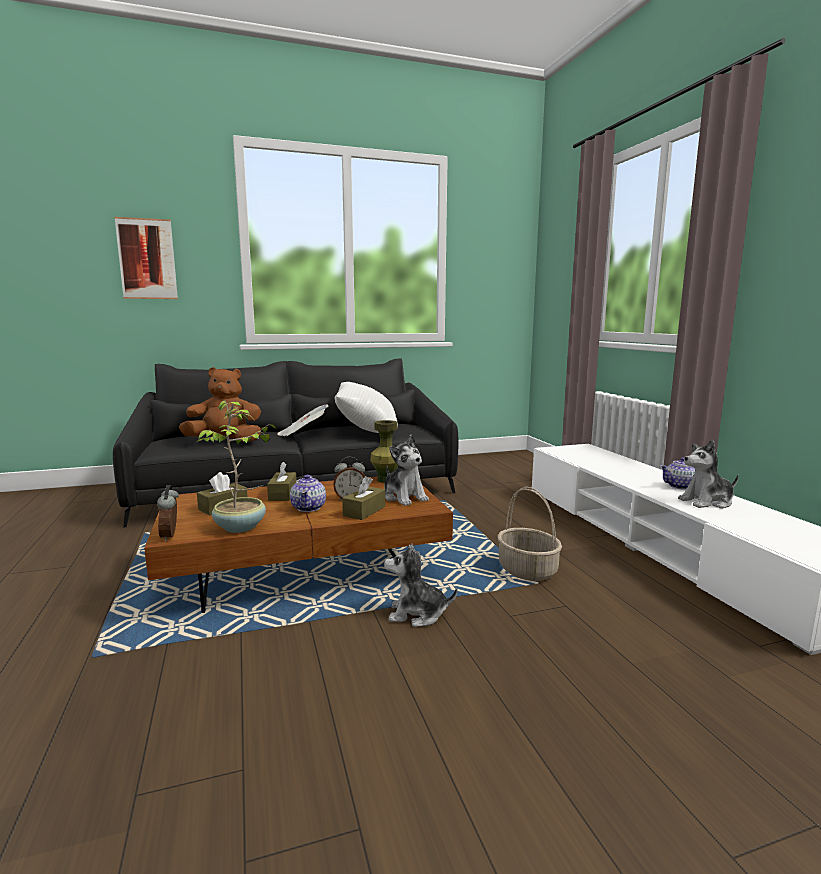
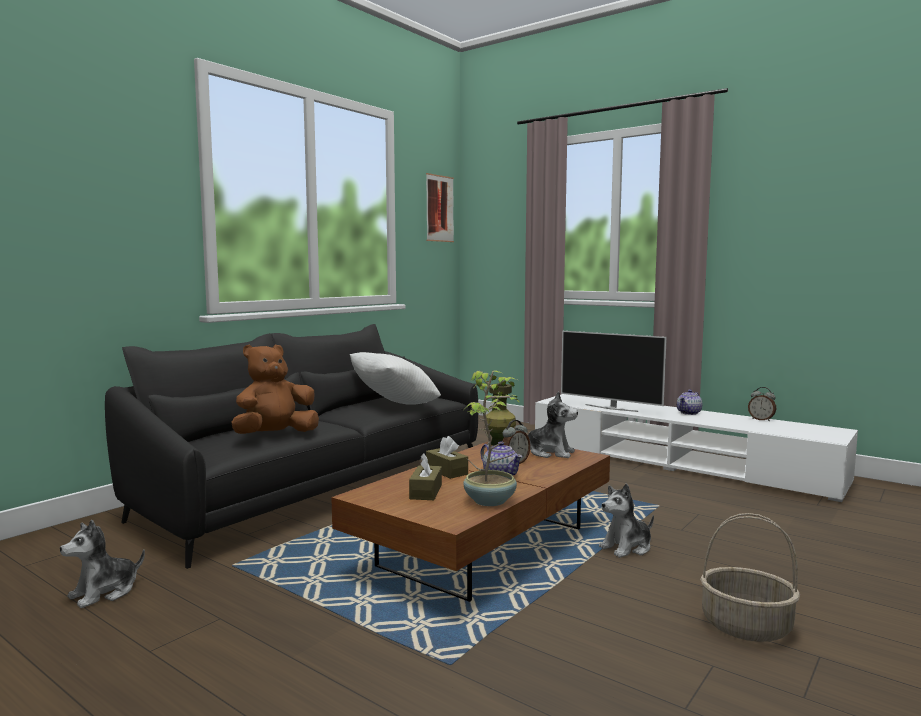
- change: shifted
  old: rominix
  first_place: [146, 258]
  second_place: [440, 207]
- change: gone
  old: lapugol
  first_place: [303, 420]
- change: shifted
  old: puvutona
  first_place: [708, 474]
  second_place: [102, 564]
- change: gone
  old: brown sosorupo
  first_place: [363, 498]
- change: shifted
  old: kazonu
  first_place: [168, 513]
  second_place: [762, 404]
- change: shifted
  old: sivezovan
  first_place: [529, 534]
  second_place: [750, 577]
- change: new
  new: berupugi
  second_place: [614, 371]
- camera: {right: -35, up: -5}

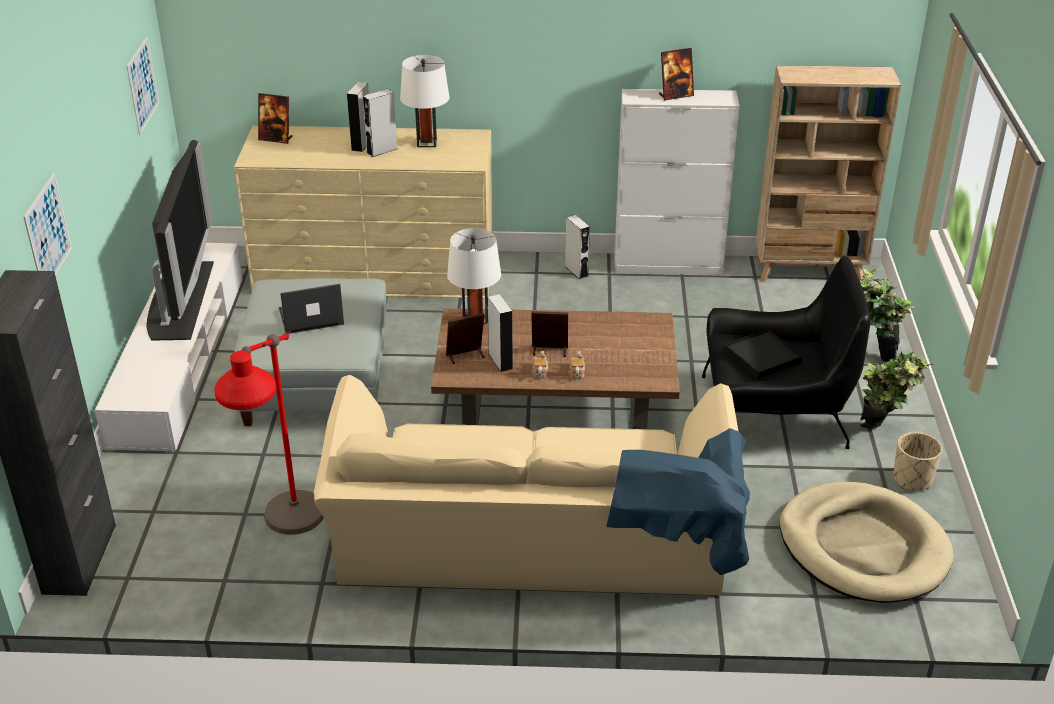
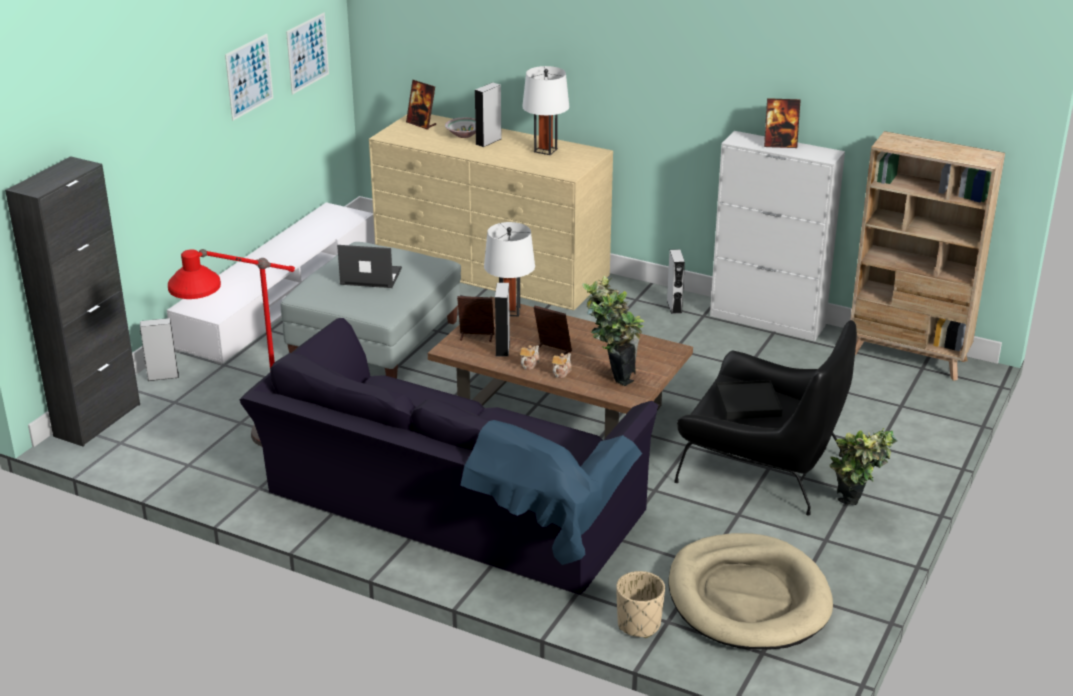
- change: shifted
  old: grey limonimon
  first_place: [380, 123]
  second_place: [159, 349]
- change: gone
  old: berupugi
  first_place: [180, 240]
- change: shifted
  old: rominix
  first_place: [48, 224]
  second_place: [249, 77]
- change: shifted
  old: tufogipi
  first_place: [887, 315]
  second_place: [613, 330]
- change: repainted
  old: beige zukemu
  new: black zukemu
  first_place: [532, 485]
  second_place: [448, 456]
- change: shifted
  old: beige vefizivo
  first_place: [917, 461]
  second_place: [640, 604]
- change: new
  new: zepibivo
  second_place: [460, 128]
- camera: {right: 25, up: -5}

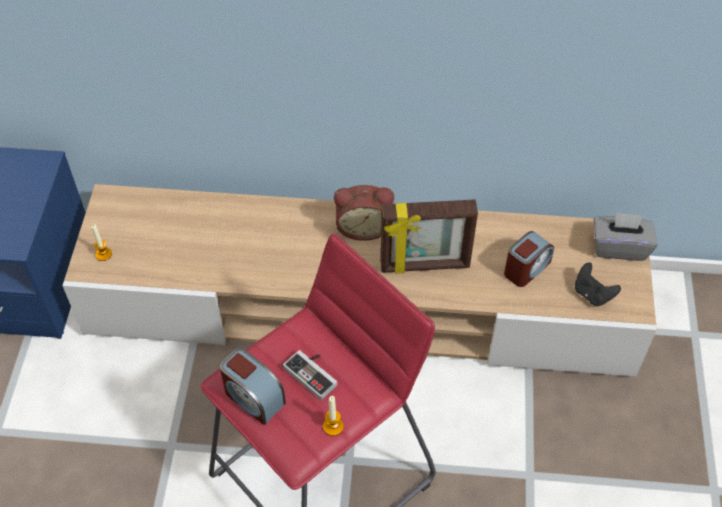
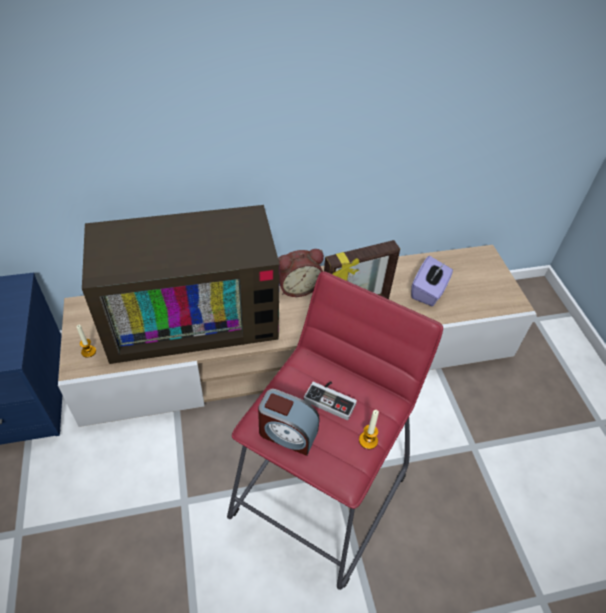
- change: gone
  old: grey sosorupo
  first_place: [626, 236]
- change: swapped
  old: kazonu
  new: purple sosorupo
  first_place: [529, 259]
  second_place: [432, 281]
- change: gone
  old: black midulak
  first_place: [598, 284]
- change: new
  new: berupugi
  second_place: [181, 284]
- camera: {right: -20, up: -5}

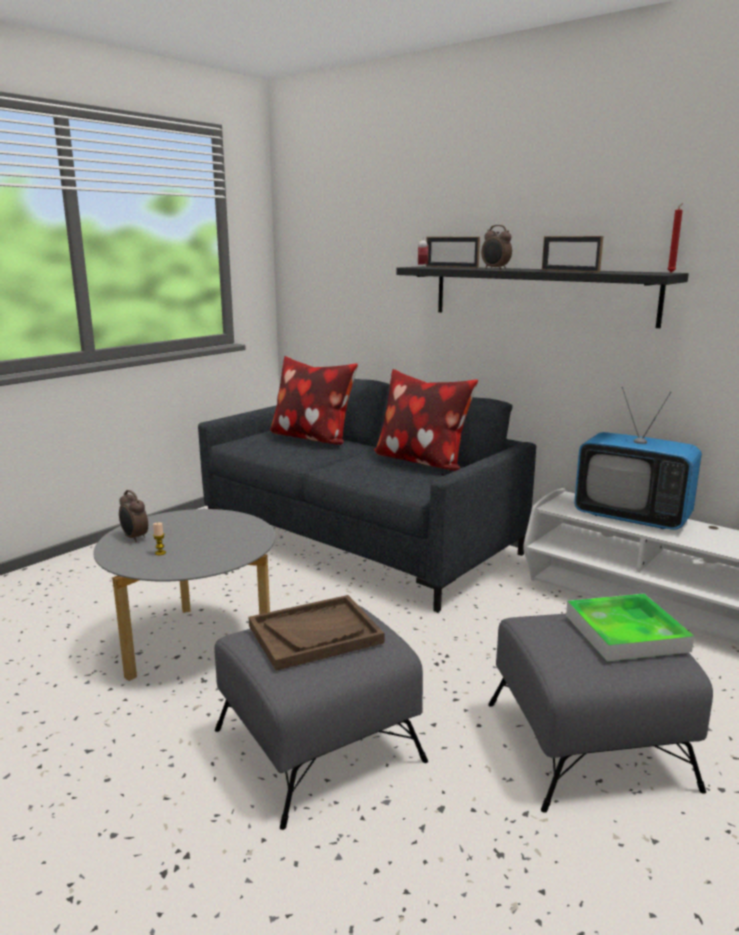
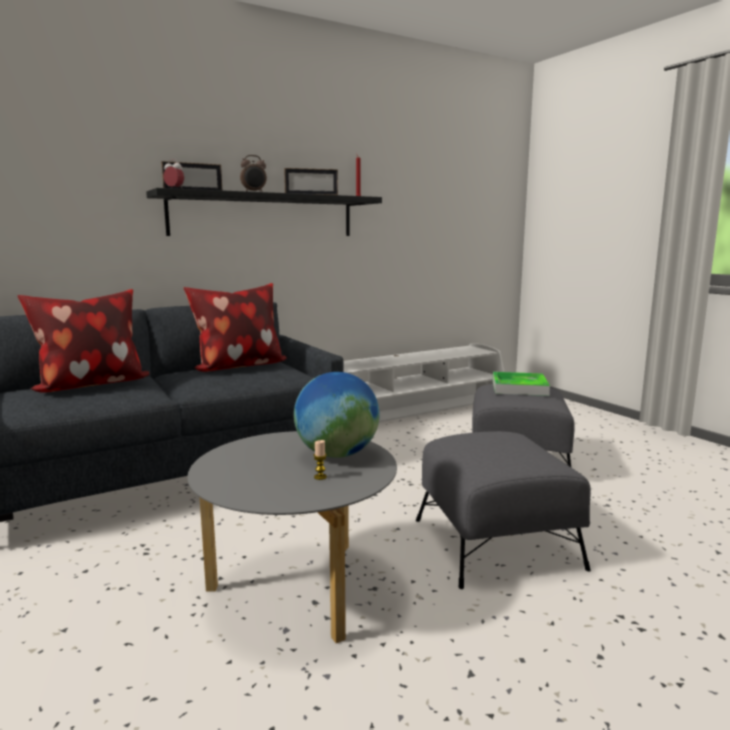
- change: gone
  old: berupugi
  first_place: [638, 458]
- change: gone
  old: kazonu
  first_place: [133, 516]
- change: gone
  old: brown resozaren
  first_place: [316, 633]
- change: new
  new: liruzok
  second_place: [337, 415]
- camera: {right: -70, up: -5}

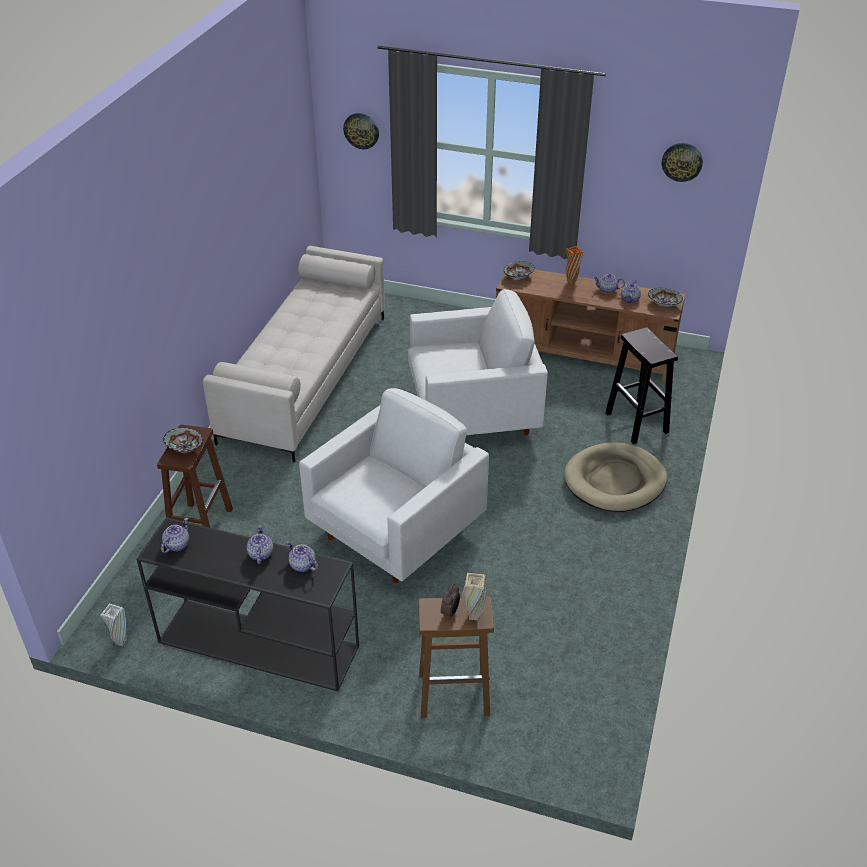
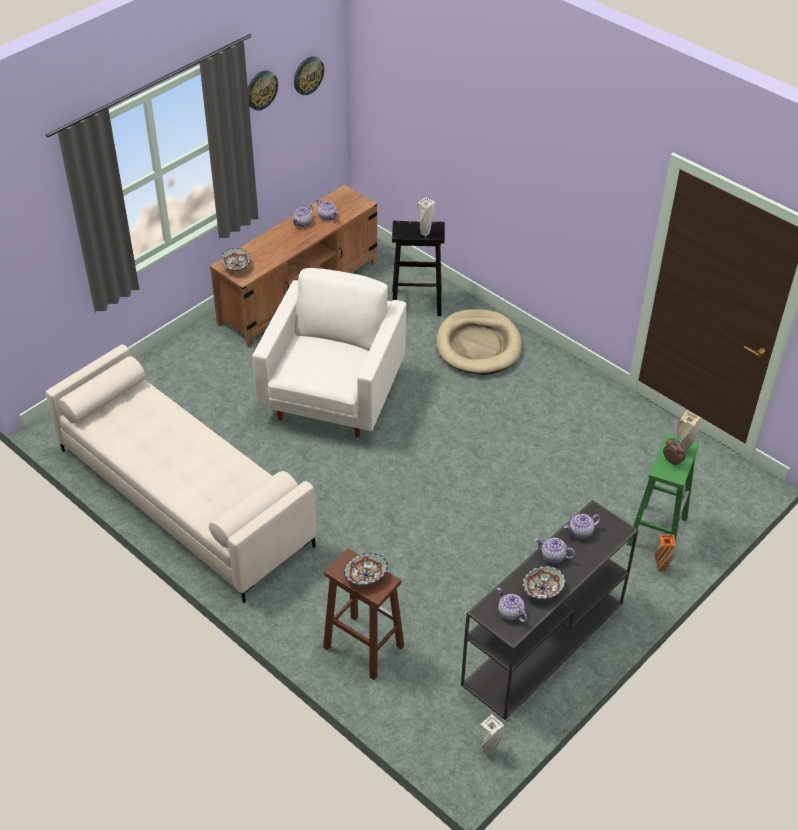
- change: shifted
  old: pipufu
  first_place: [361, 131]
  second_place: [263, 90]
- change: shifted
  old: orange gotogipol
  first_place: [574, 265]
  second_place: [665, 553]
- change: shifted
  old: zepibivo
  first_place: [665, 297]
  second_place: [544, 582]
- change: gone
  old: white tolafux
  first_place: [394, 485]
- change: repainted
  old: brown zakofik
  new: green zakofik
  first_place: [456, 657]
  second_place: [663, 497]
- change: new
  new: white gotogipol
  second_place: [426, 216]
- camera: {right: -65, up: 5}

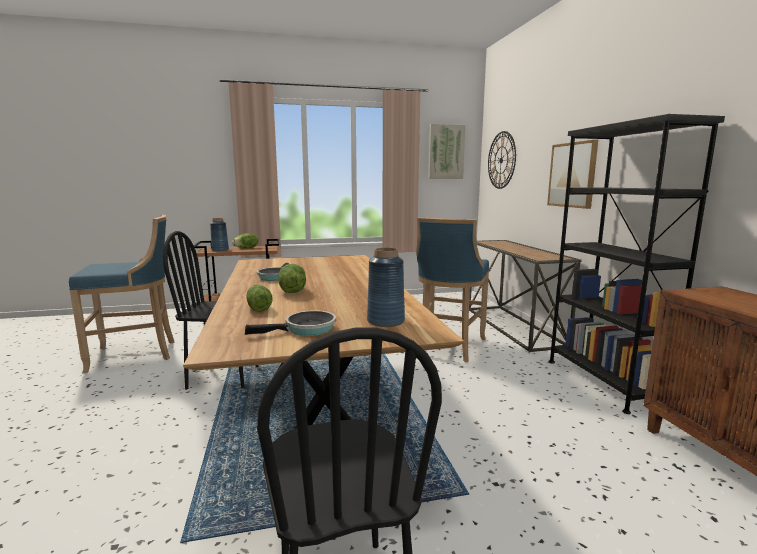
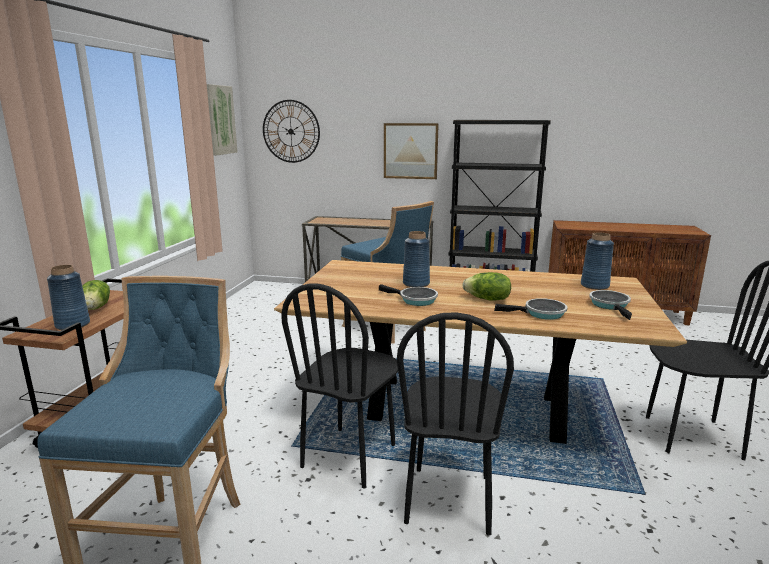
- change: swapped
  old: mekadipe
  new: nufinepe
  first_place: [259, 298]
  second_place: [530, 309]
- change: new
  new: blue gotogipol
  second_place: [416, 259]
- change: new
  new: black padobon
  second_place: [455, 424]
- camera: {right: -65, up: 5}

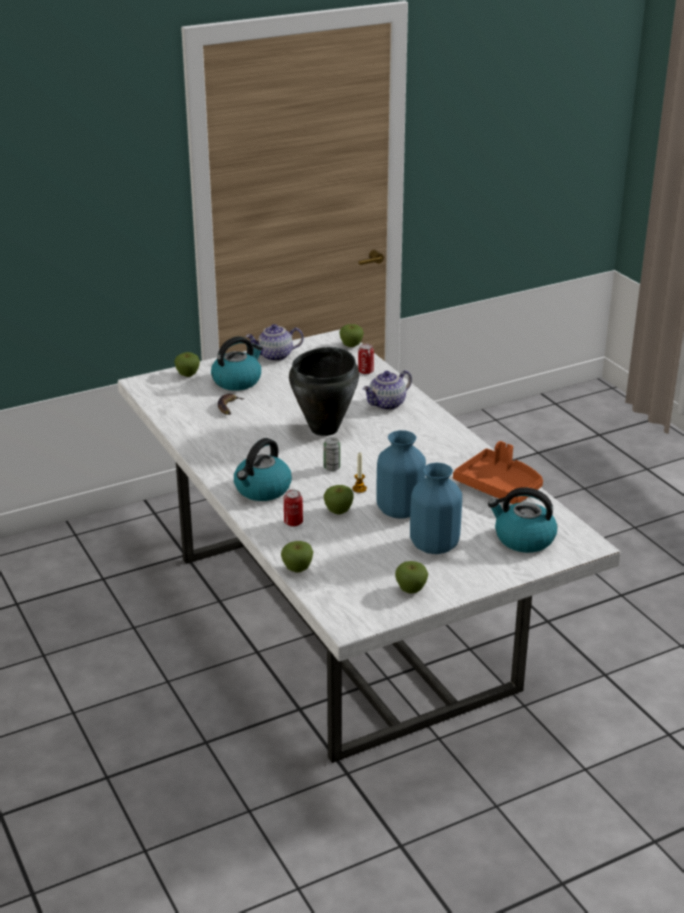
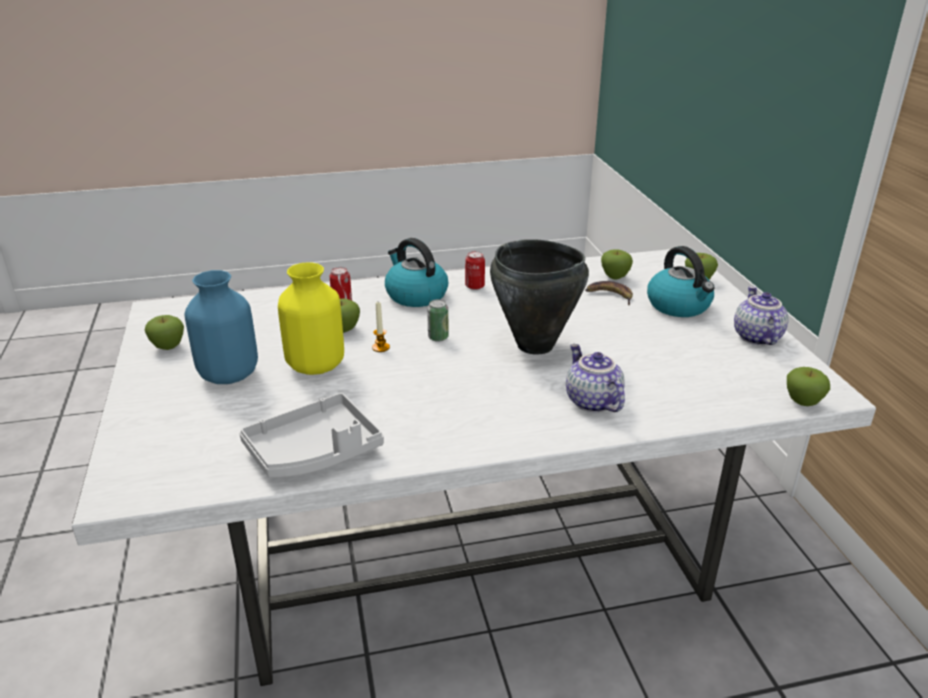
- change: shifted
  old: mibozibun
  first_place: [366, 359]
  second_place: [475, 270]
- change: repainted
  old: blue gotogipol
  new: yellow gotogipol
  first_place: [401, 474]
  second_place: [311, 318]
- change: repainted
  old: orange resozaren
  new: grey resozaren
  first_place: [498, 472]
  second_place: [311, 435]
- change: gone
  old: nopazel
  first_place: [522, 520]
- change: shifted
  old: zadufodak
  first_place: [297, 557]
  second_place: [617, 264]
- camera: {right: 105, up: 0}

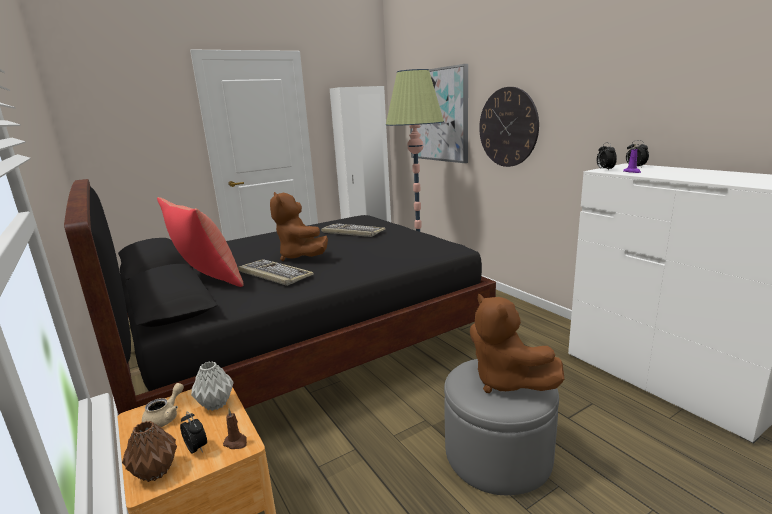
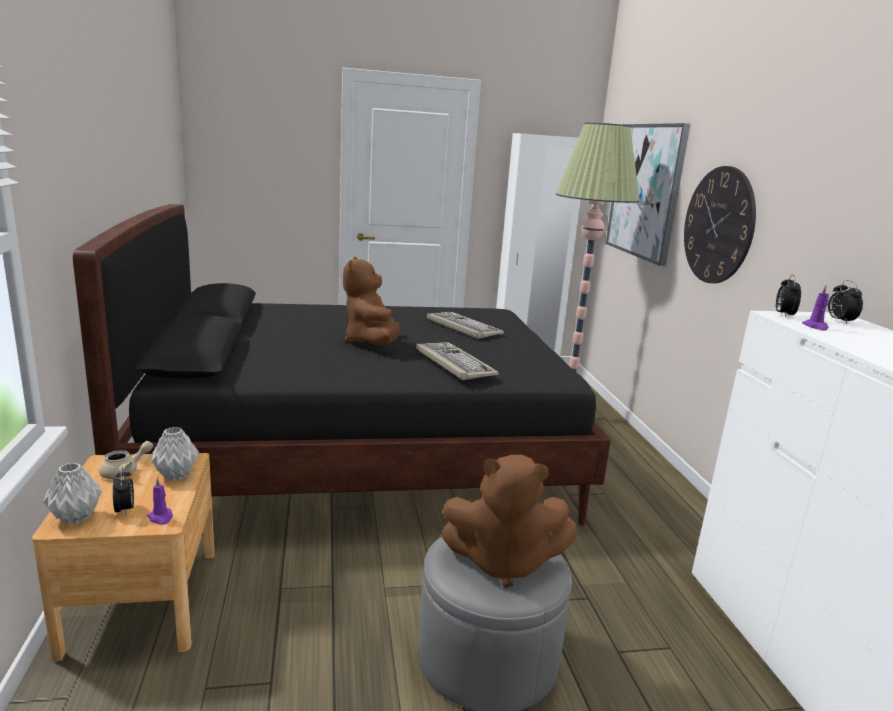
- change: gone
  old: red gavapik
  first_place: [200, 242]
- change: shifted
  old: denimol
  first_place: [276, 272]
  second_place: [457, 361]
- change: rotated
  old: brown puvutona
  first_place: [517, 343]
  second_place: [509, 521]
  degrees: -75
- change: repainted
  old: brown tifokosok
  new: purple tifokosok
  first_place: [235, 429]
  second_place: [160, 501]
- change: repainted
  old: brown gotogipol
  new: grey gotogipol
  first_place: [149, 451]
  second_place: [72, 494]
- camera: {right: 20, up: 0}

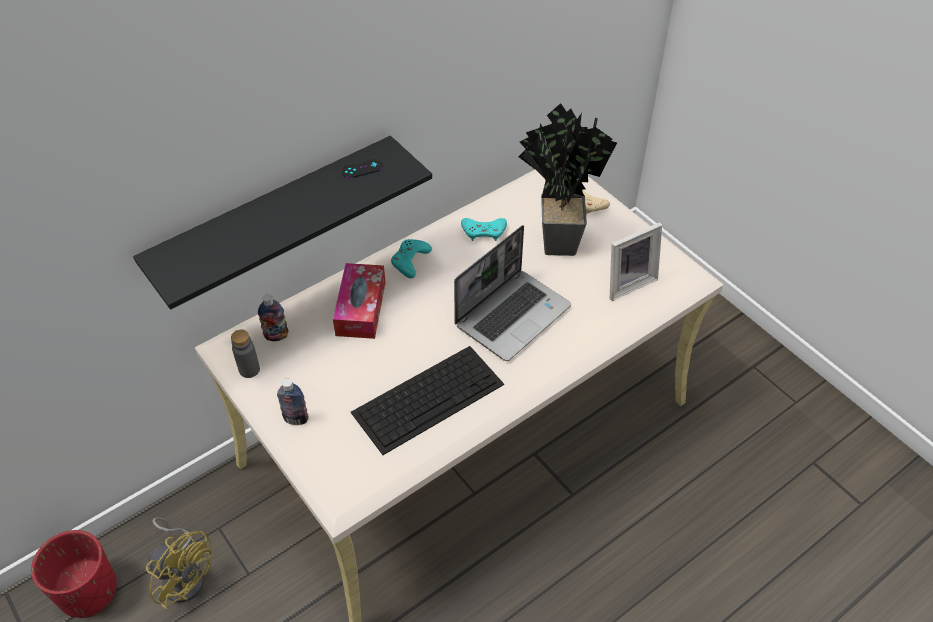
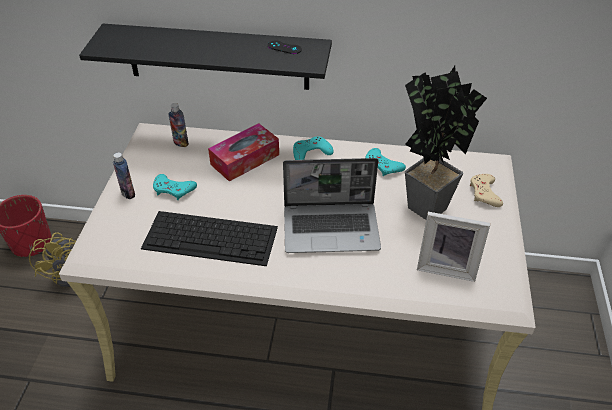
- change: gone
  old: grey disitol
  first_place: [245, 353]
- change: new
  new: turquoise midulak
  second_place: [175, 187]
- camera: {right: 45, up: -5}

